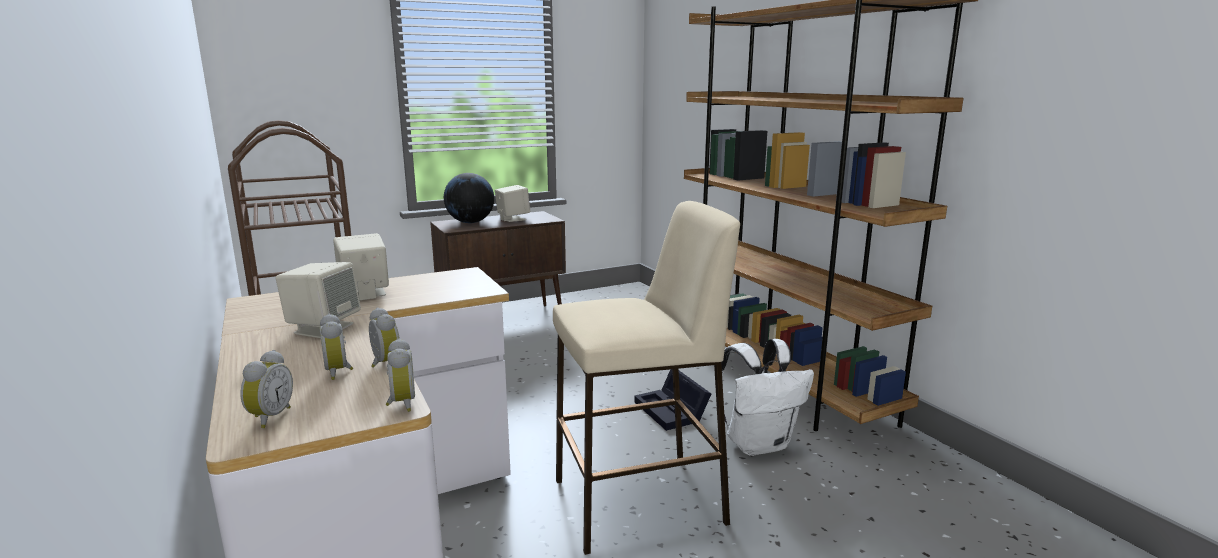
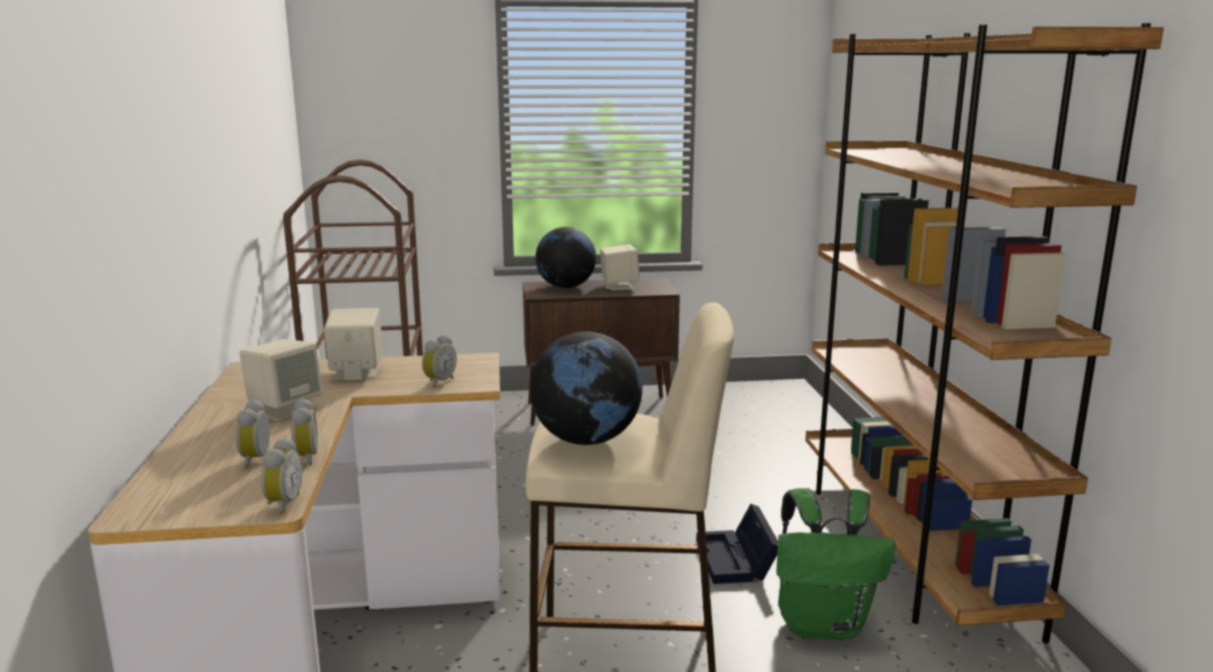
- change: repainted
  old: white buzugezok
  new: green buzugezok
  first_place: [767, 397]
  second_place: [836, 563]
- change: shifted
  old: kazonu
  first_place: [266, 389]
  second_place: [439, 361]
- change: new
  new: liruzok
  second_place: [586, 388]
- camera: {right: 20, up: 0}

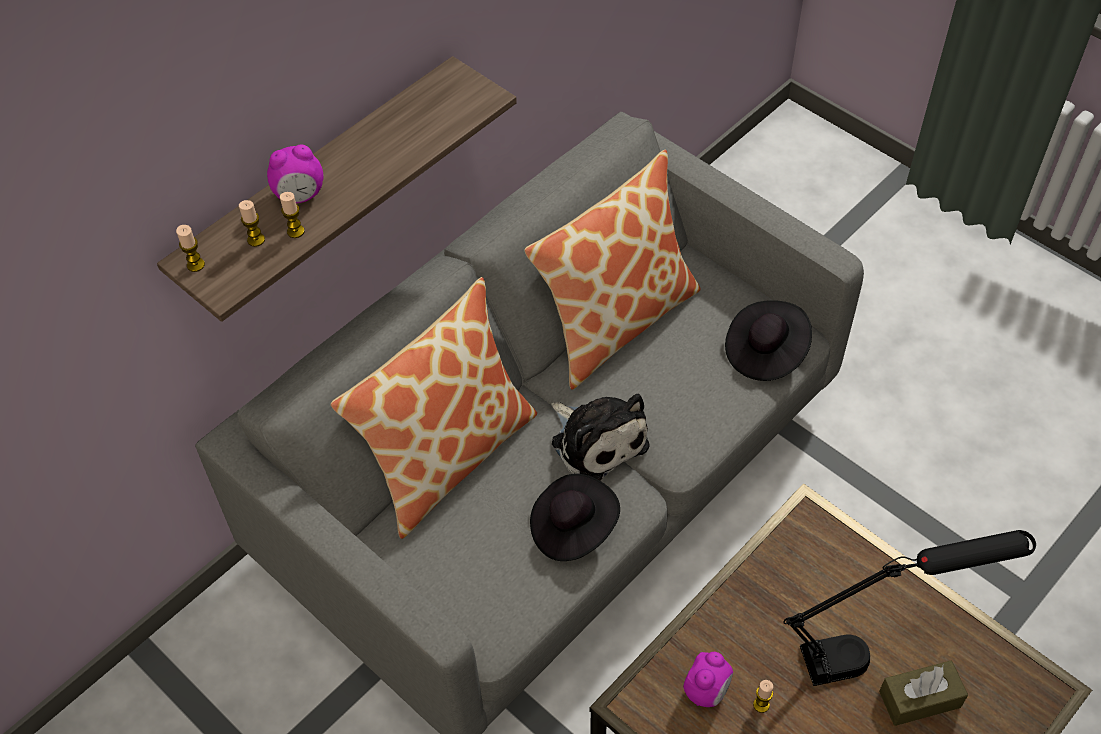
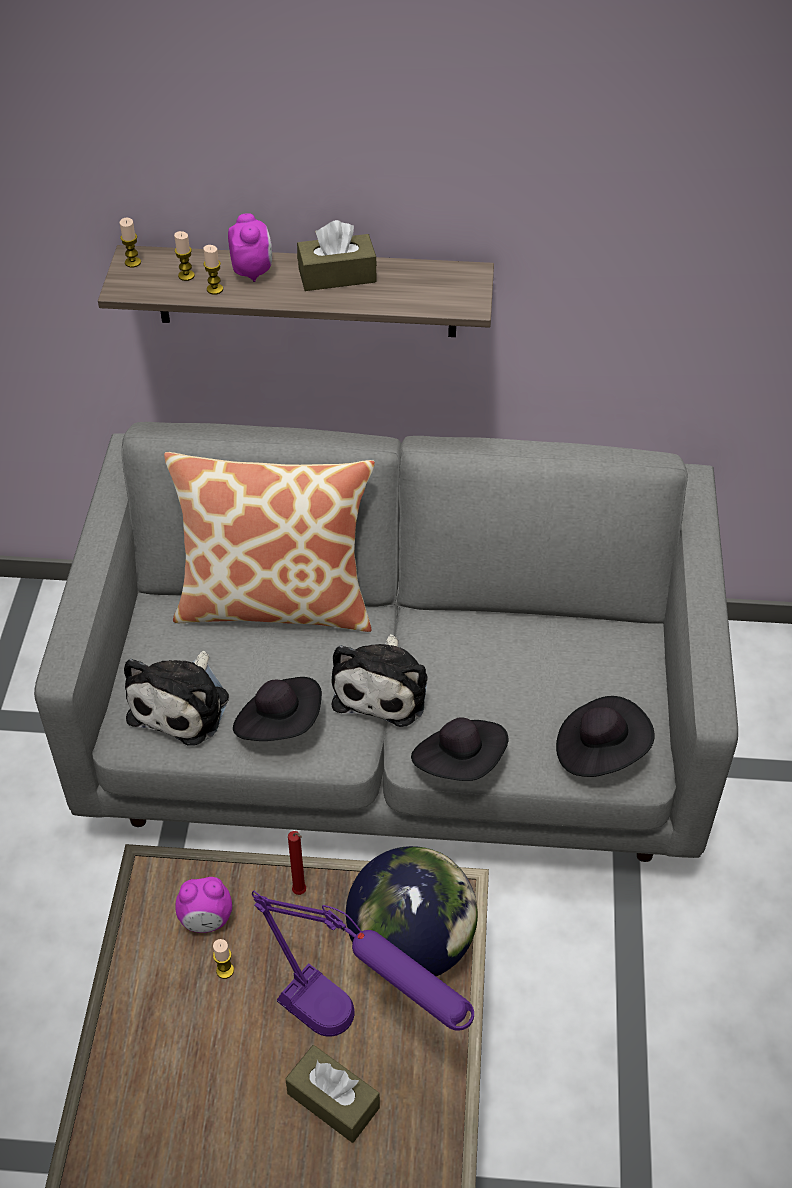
- change: rotated
  old: kazonu
  first_place: [295, 174]
  second_place: [250, 247]
  degrees: -135
- change: gone
  old: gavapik
  first_place: [612, 270]
- change: repainted
  old: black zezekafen
  new: purple zezekafen
  first_place: [909, 608]
  second_place: [363, 964]
- change: new
  new: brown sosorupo
  second_place: [337, 255]
- change: new
  new: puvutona
  second_place: [176, 698]
- change: new
  new: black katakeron
  second_place: [459, 749]
- change: new
  new: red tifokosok
  second_place: [297, 863]
- change: new
  new: liruzok
  second_place: [412, 911]
- camera: {right: 50, up: -5}

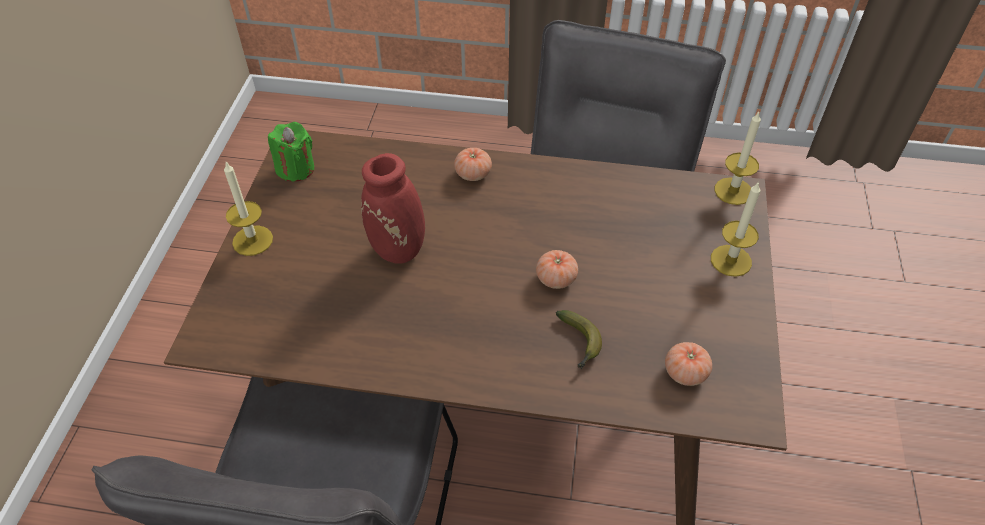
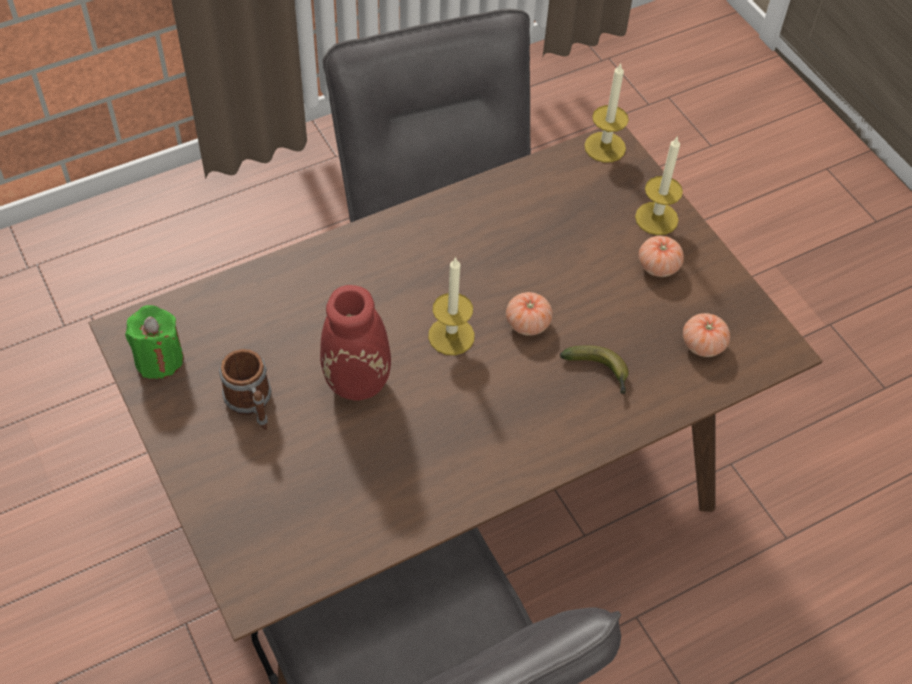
- change: shifted
  old: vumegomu
  first_place: [473, 164]
  second_place: [661, 256]
- change: shifted
  old: tifokosok
  first_place: [248, 209]
  second_place: [451, 306]
- change: new
  new: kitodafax
  second_place: [245, 389]
- camera: {right: -40, up: 5}

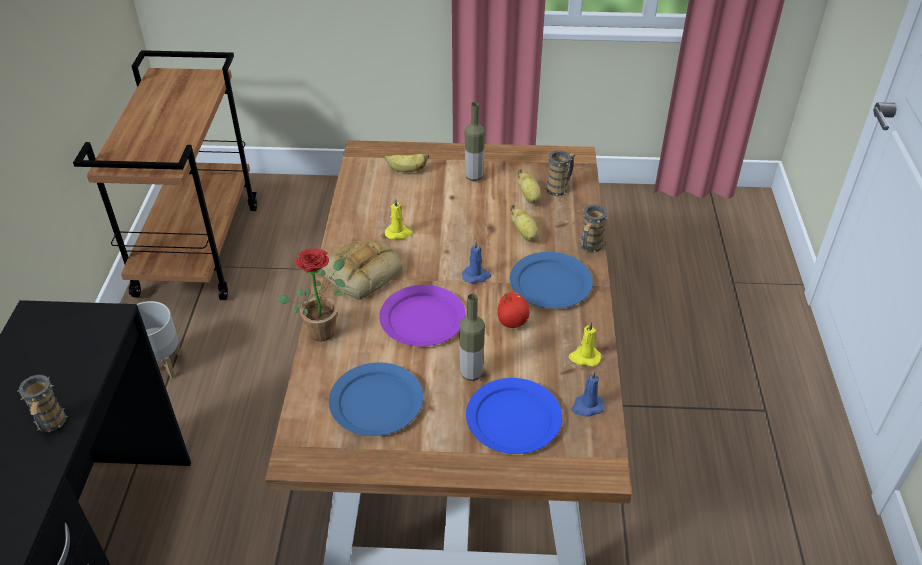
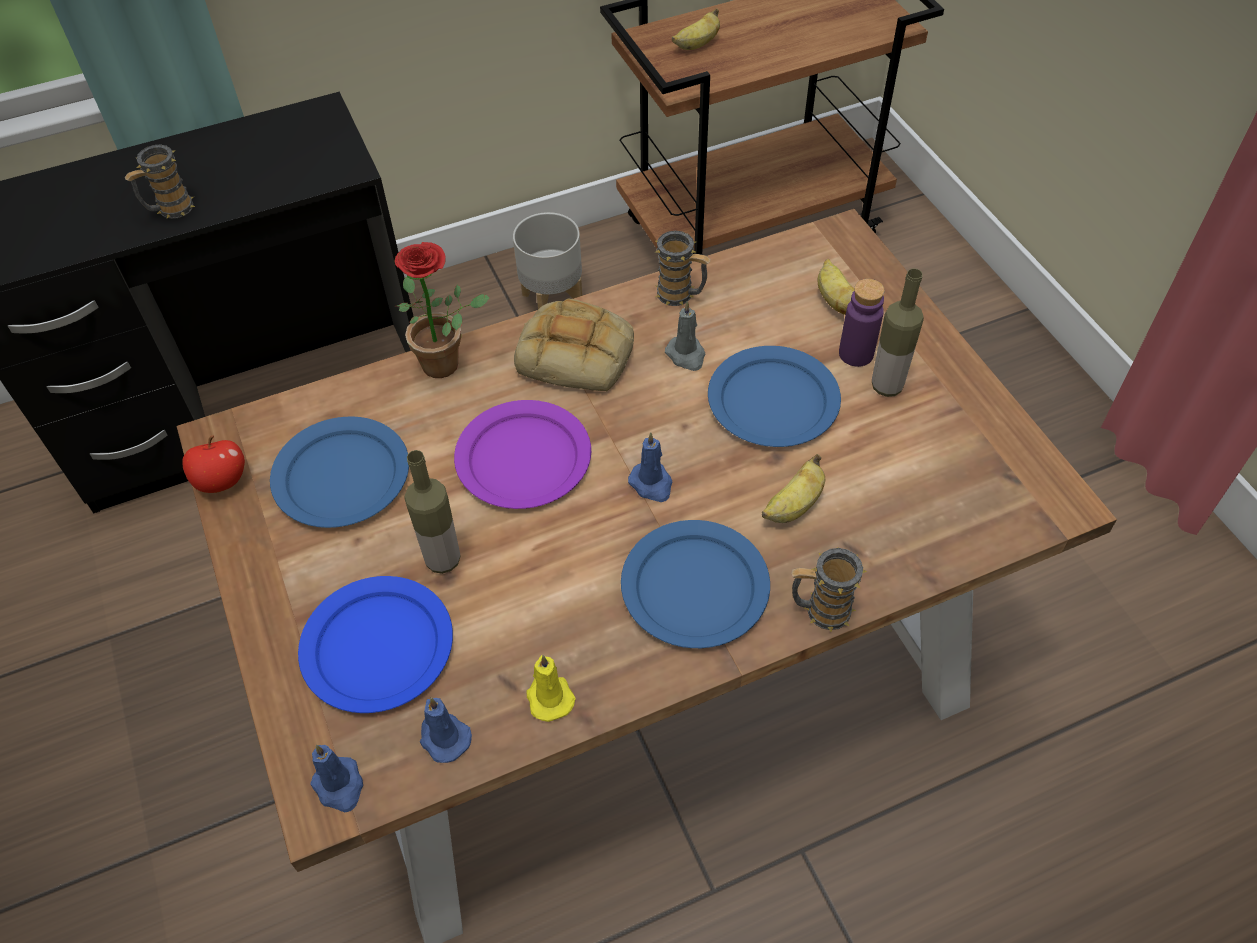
- change: shifted
  old: kitodafax
  first_place: [560, 173]
  second_place: [682, 268]
- change: shifted
  old: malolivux
  first_place: [529, 186]
  second_place: [696, 29]
- change: repainted
  old: yellow tifokosok
  new: grey tifokosok
  first_place: [399, 219]
  second_place: [685, 336]
- change: shifted
  old: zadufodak
  first_place: [513, 310]
  second_place: [213, 464]
- change: new
  new: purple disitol
  second_place: [862, 323]
- change: new
  new: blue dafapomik
  second_place: [774, 396]
- change: new
  new: blue tifokosok
  second_place: [336, 778]
- camera: {right: 65, up: 10}

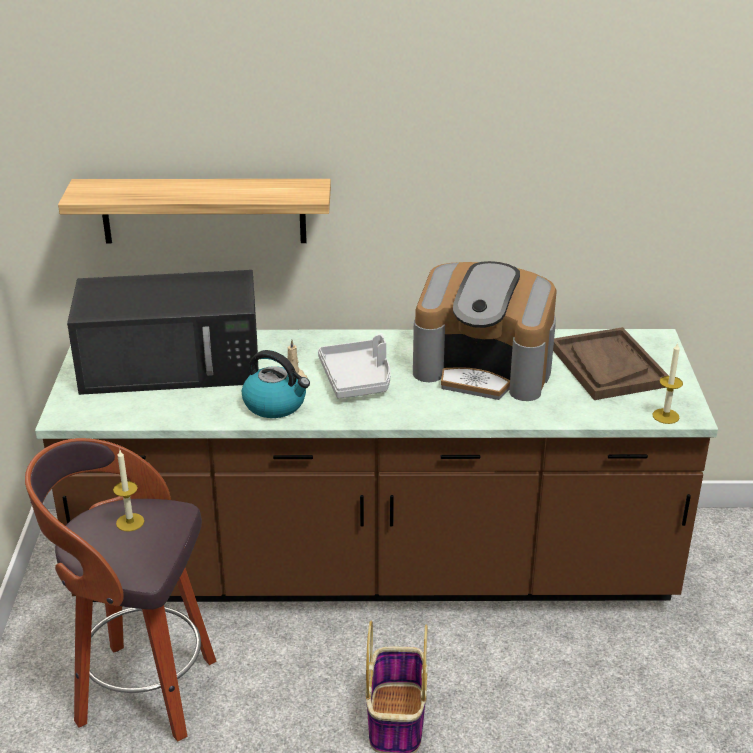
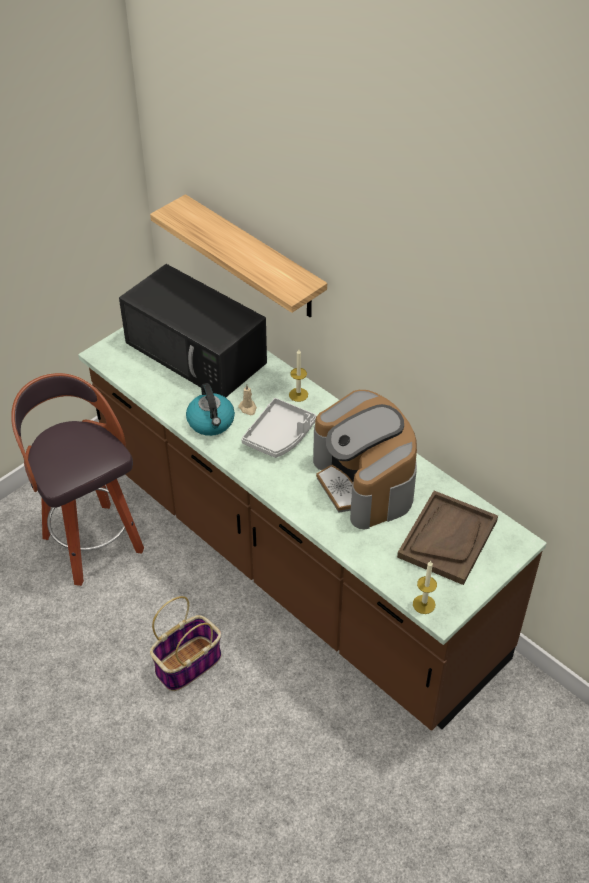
- change: shifted
  old: tifokosok
  first_place: [128, 490]
  second_place: [298, 375]
- camera: {right: 45, up: 15}

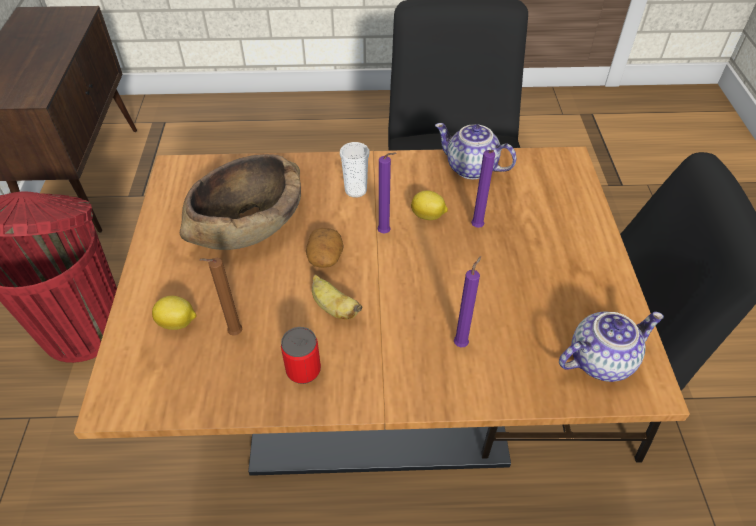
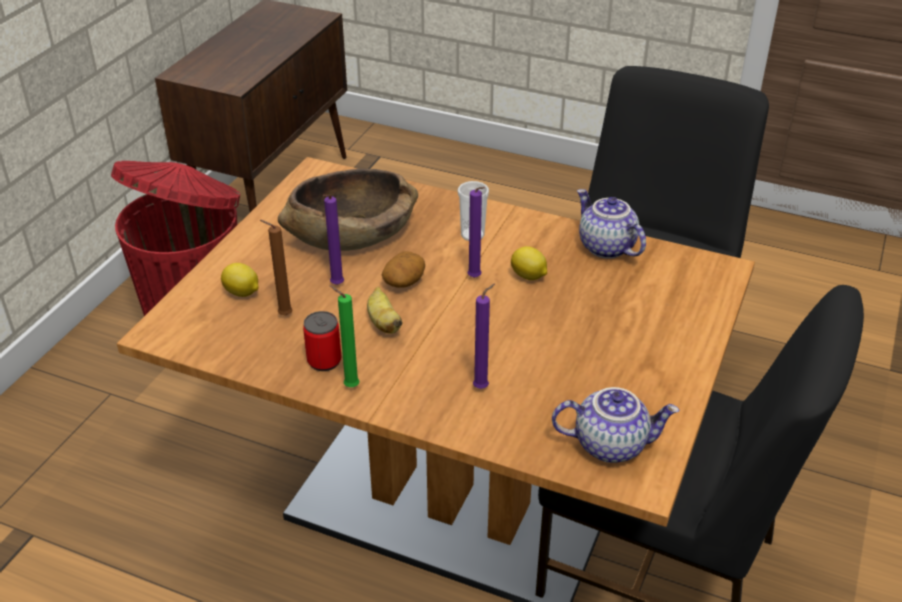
- change: shifted
  old: purple tifokosok
  first_place: [483, 189]
  second_place: [333, 240]
- change: new
  new: green tifokosok
  second_place: [344, 336]
- camera: {right: 25, up: -10}

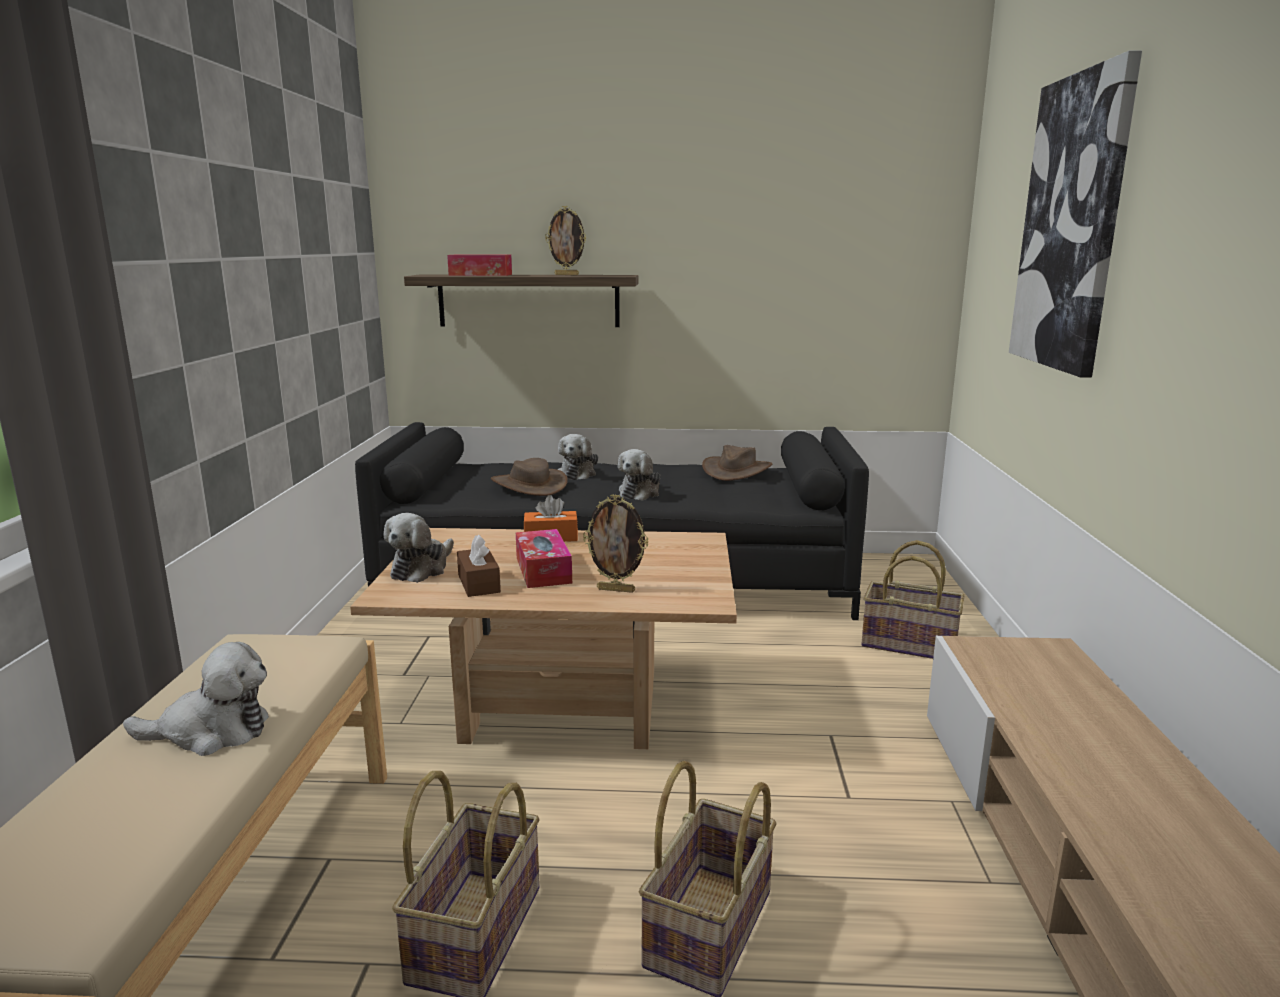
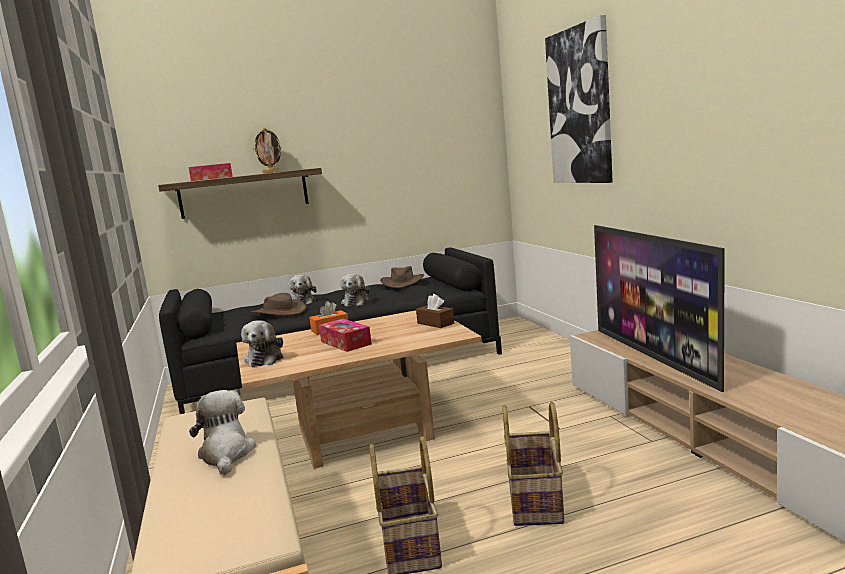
- change: gone
  old: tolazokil
  first_place: [616, 543]
- change: shifted
  old: brown sosorupo
  first_place: [479, 565]
  second_place: [435, 311]
- change: gone
  old: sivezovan
  first_place: [913, 599]
- change: rotated
  old: puvutona
  first_place: [196, 699]
  second_place: [222, 432]
  degrees: -75
- change: new
  new: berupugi
  second_place: [659, 308]
- camera: {right: -20, up: -5}

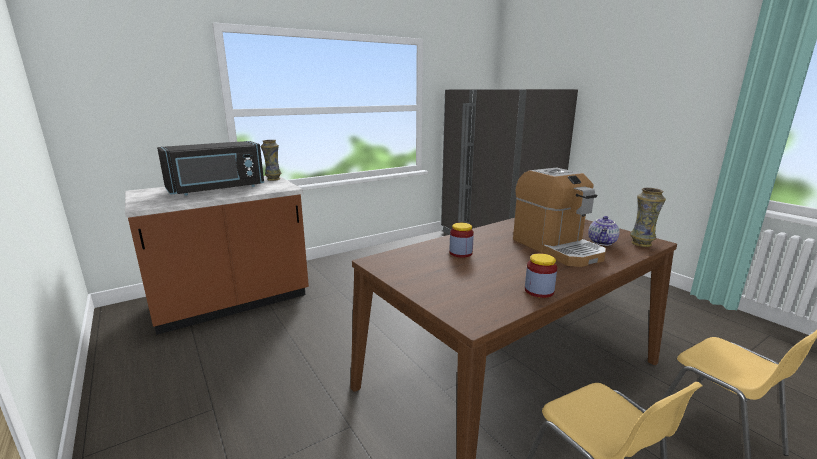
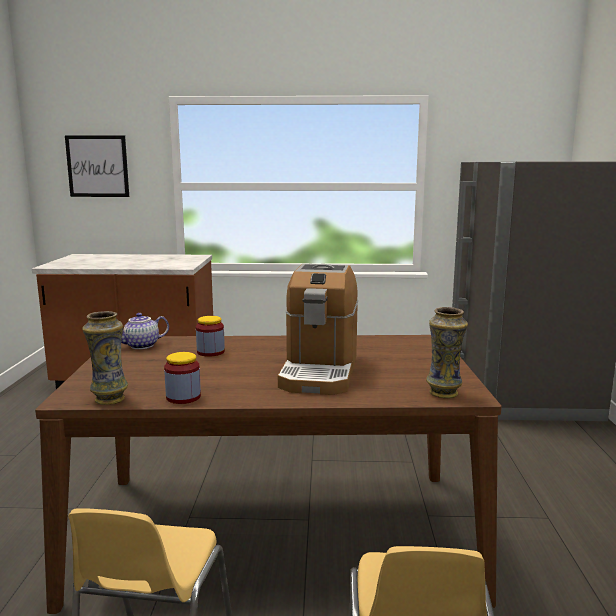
- change: shifted
  old: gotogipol
  first_place: [271, 160]
  second_place: [105, 358]
- change: gone
  old: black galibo
  first_place: [210, 168]
- change: shifted
  old: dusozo
  first_place: [604, 231]
  second_place: [145, 331]
- change: new
  new: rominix
  second_place: [97, 166]
- camera: {right: 35, up: -5}

